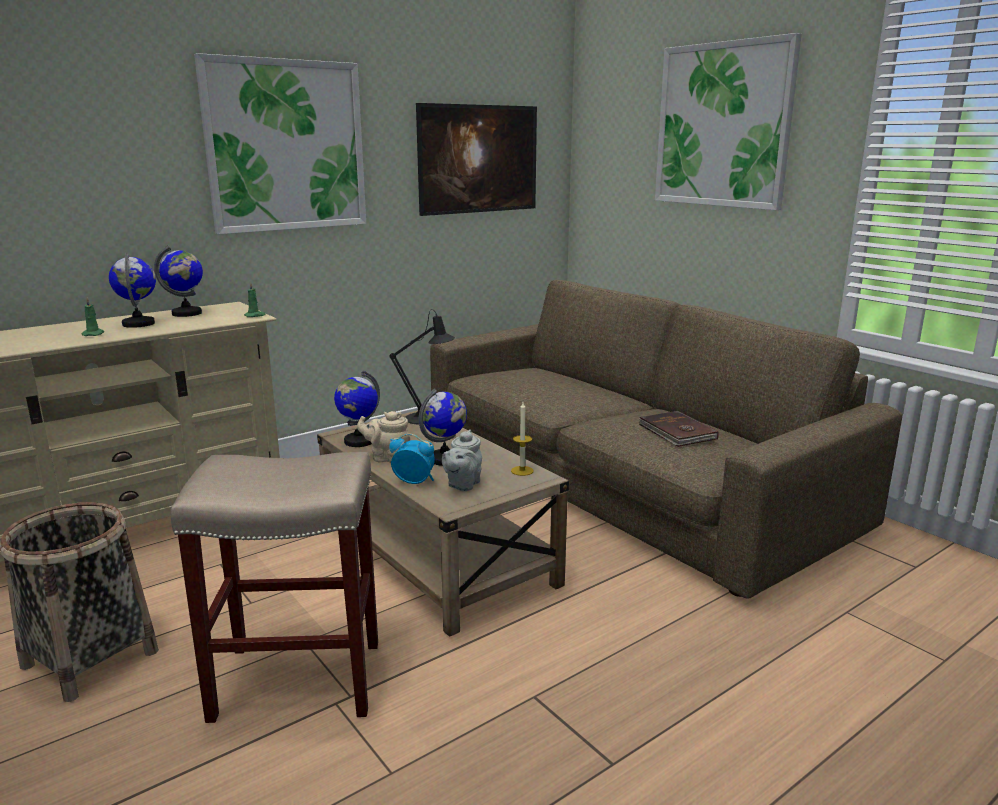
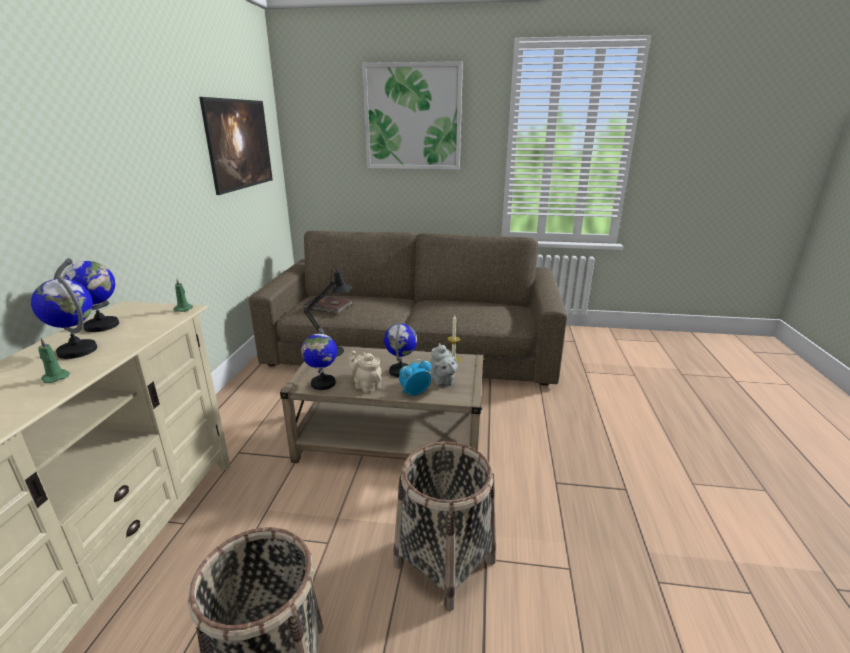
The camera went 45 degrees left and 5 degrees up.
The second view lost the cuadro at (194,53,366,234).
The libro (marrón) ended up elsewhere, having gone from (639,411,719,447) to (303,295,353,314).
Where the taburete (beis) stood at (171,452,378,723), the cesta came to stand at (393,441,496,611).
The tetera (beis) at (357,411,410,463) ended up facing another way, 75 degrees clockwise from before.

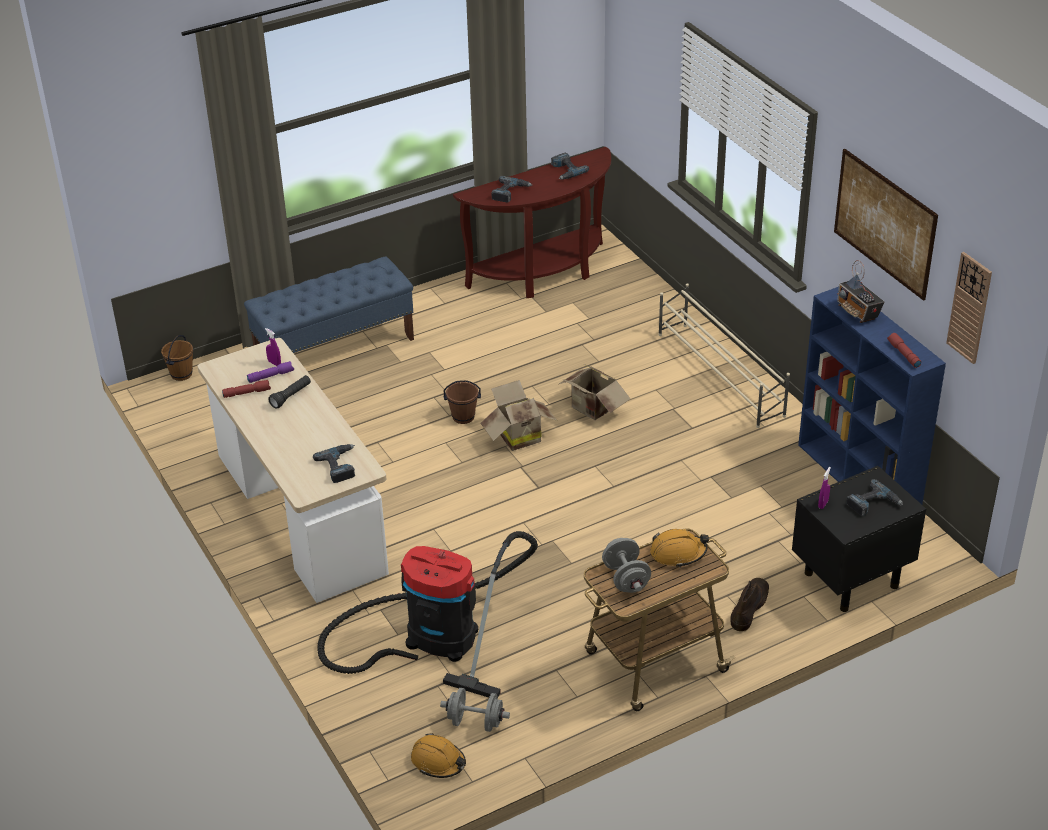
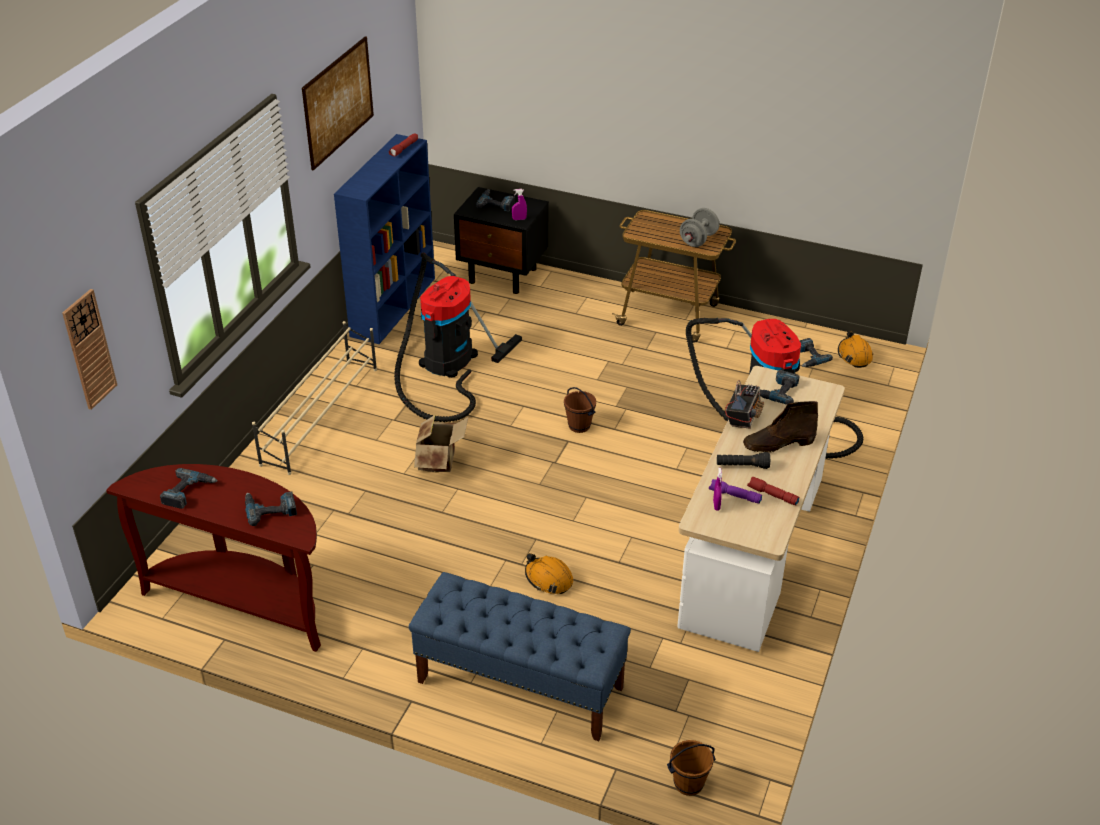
The camera went 130 degrees left and 0 degrees up.
The second view lost the caja de cartón at (481,380,557,451).
The second view gained the aspiradora at (394,252,522,422).
The cubo (marrón) ended up elsewhere, having gone from (443,380,481,424) to (564,387,596,433).
The casco (naranja) ended up elsewhere, having gone from (650,529,709,568) to (525,553,573,594).
The bota (marrón) ended up elsewhere, having gone from (730,578,769,631) to (743,401,818,453).
The radio ended up elsewhere, having gone from (837,260,885,323) to (725,380,764,429).
The reloj de pared ended up elsewhere, having gone from (946,252,992,364) to (62,289,117,410).
Where the mancuerna (gris) stood at (440,688,510,732), the taladro came to stand at (800,338,833,367).

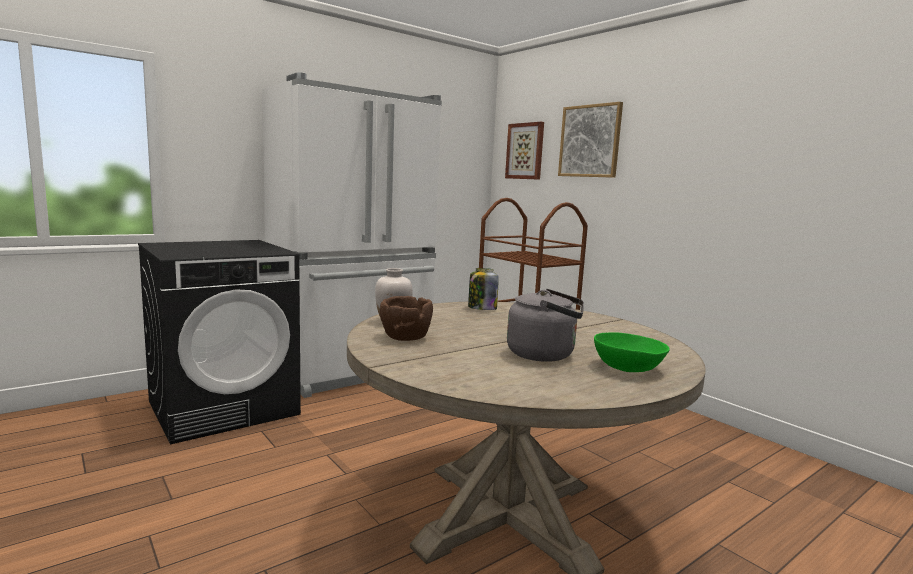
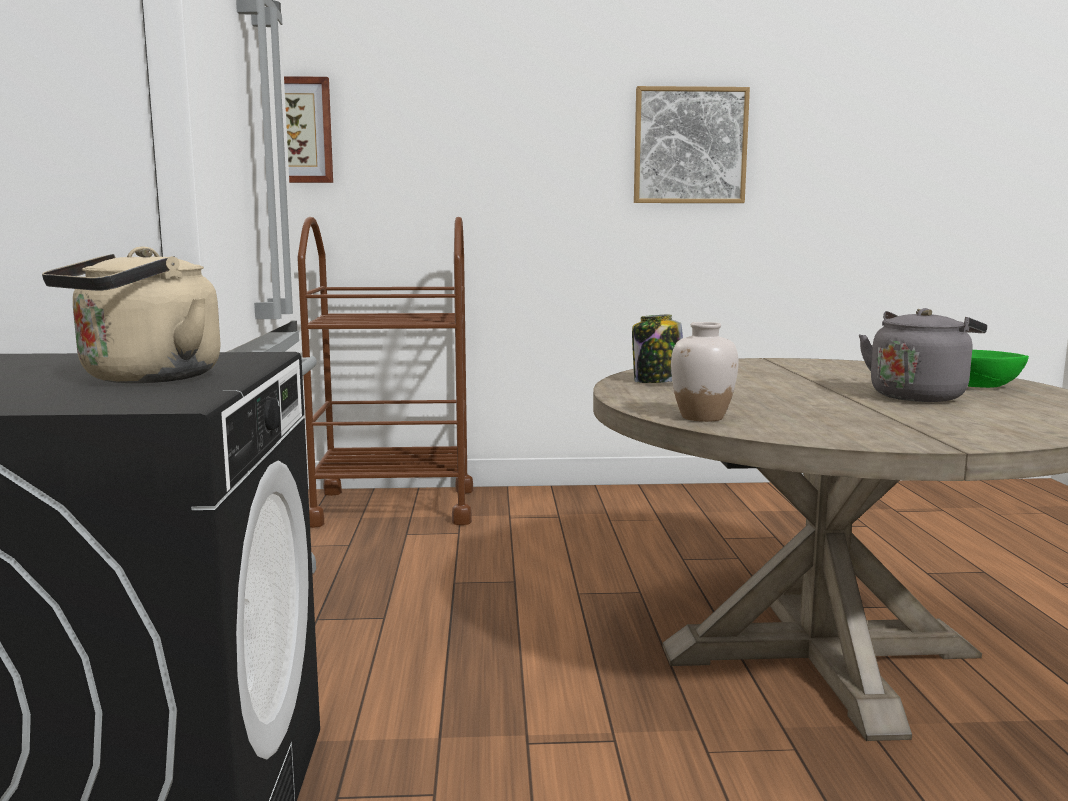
The camera went 55 degrees left and 0 degrees up.
The second view lost the cuenco (marrón) at (380,296,433,341).
The second view gained the hervidor (beis) at (42,246,221,383).
The cuadro ended up elsewhere, having gone from (558,102,623,178) to (634,86,750,203).

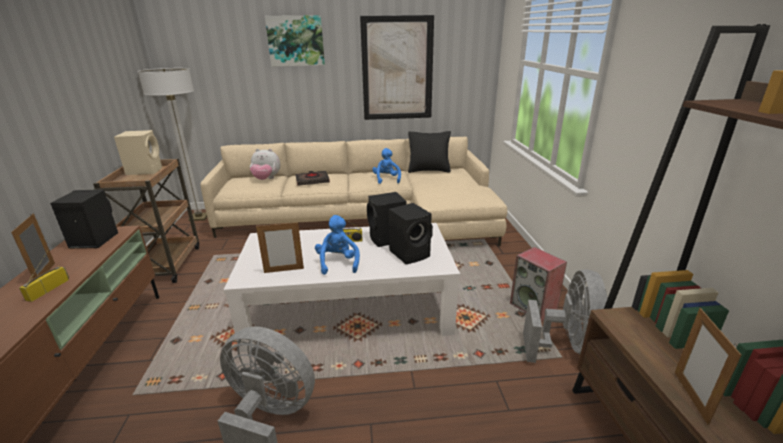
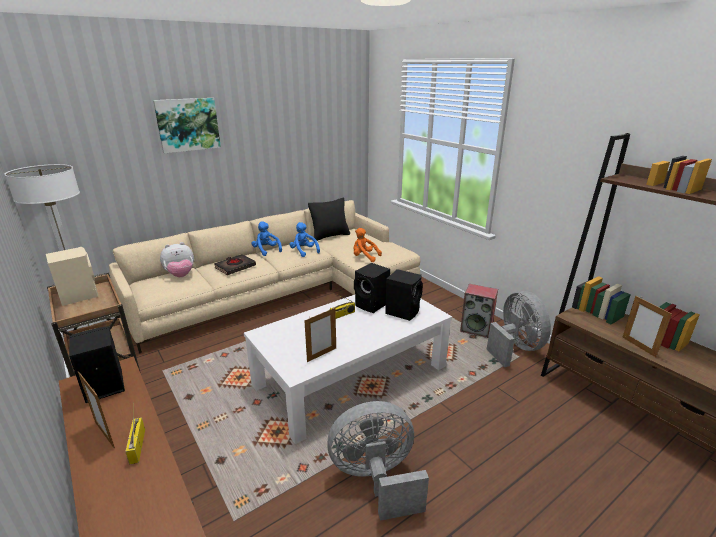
The camera went 30 degrees left and 0 degrees up.
The second view lost the cuadro at (360,15,434,120).
The second view gained the peluche (naranja) at (354,228,382,262).
The peluche (azul) ended up elsewhere, having gone from (315,215,360,275) to (252,221,282,256).

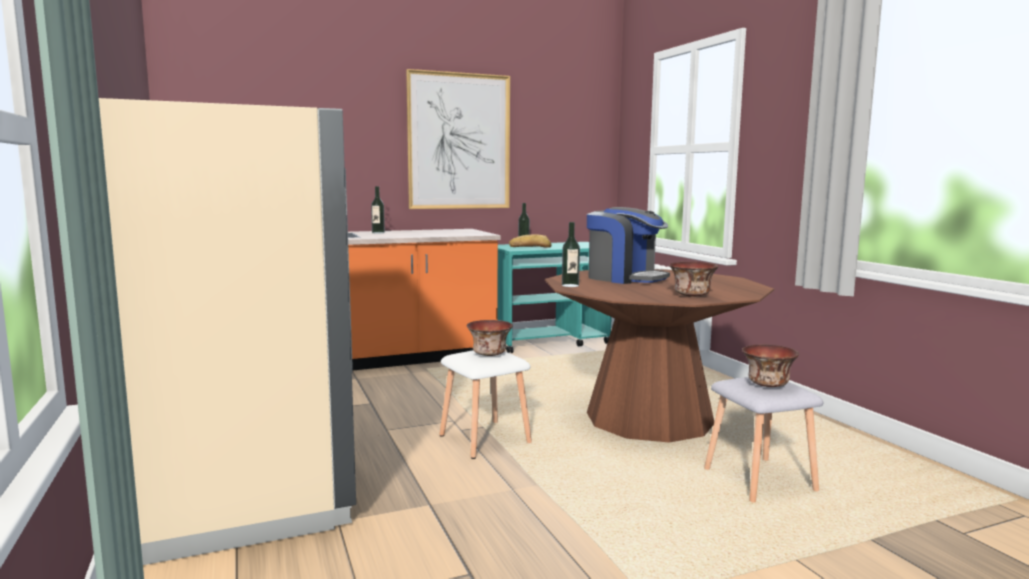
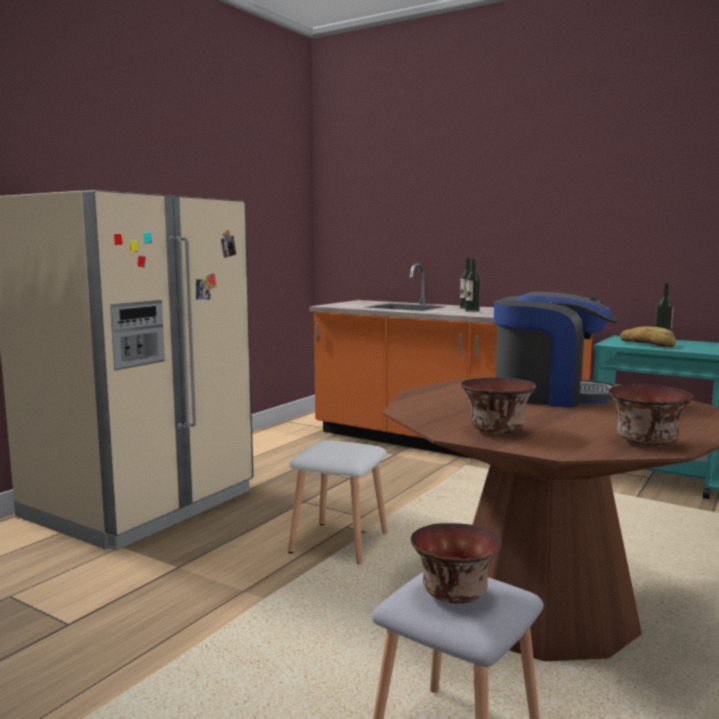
The camera went 55 degrees right and 0 degrees up.
The second view lost the cuadro at (406,69,510,209).
The cuenco ended up elsewhere, having gone from (466,320,513,356) to (608,384,693,446).
The botella ended up elsewhere, having gone from (562,222,580,287) to (465,258,481,312).
The cafetera at (587,207,670,284) ended up facing another way, 75 degrees counterclockwise from before.

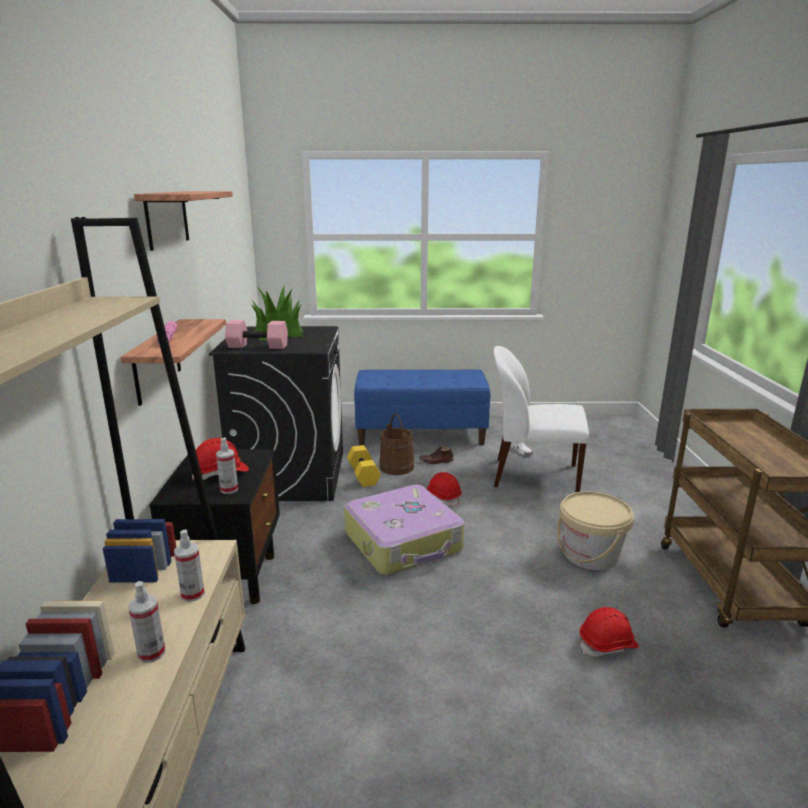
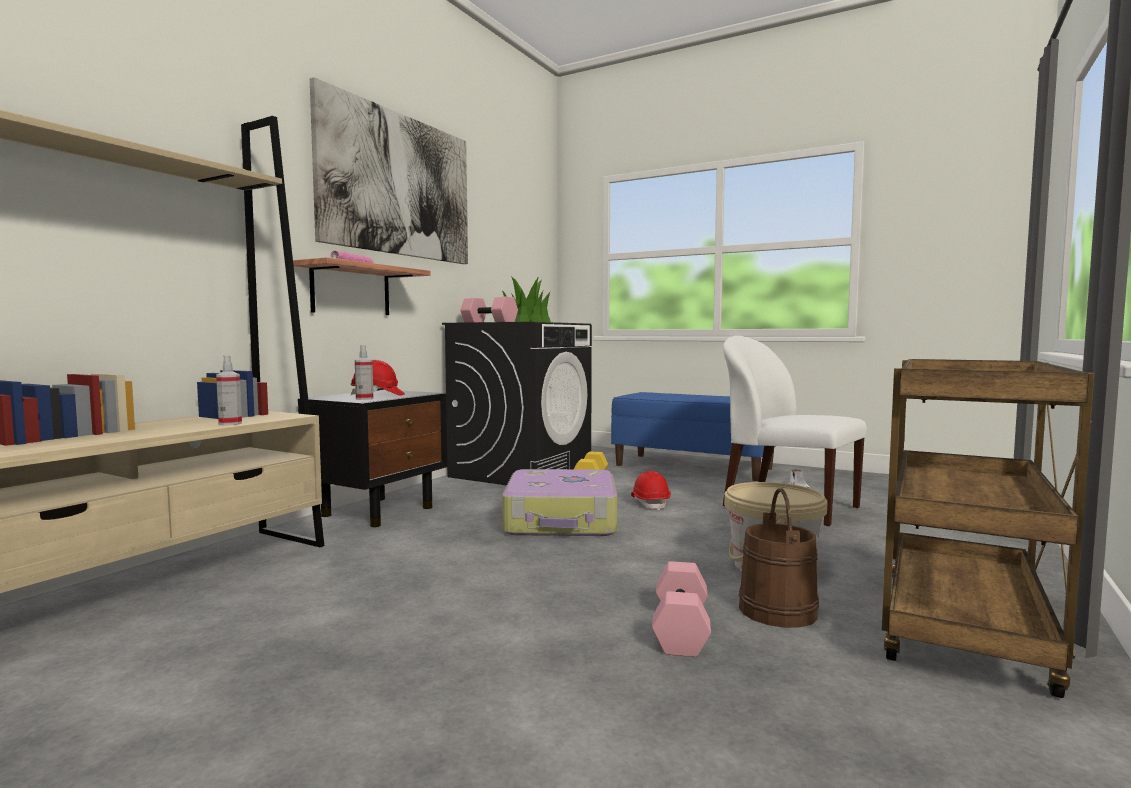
The camera went 30 degrees right and 15 degrees down.
The second view lost the pulverizador at (128,581,165,663).
The second view lost the zapato (marrón) at (419,447,454,464).
The cubo (marrón) ended up elsewhere, having gone from (379,414,414,475) to (739,488,819,628).
Where the estante hung at (134,191,233,251), the cuadro came to hang at (310,77,468,264).
Where the casco (rojo) stood at (580,607,639,657), the mancuerna (rosa) came to stand at (652,561,711,657).

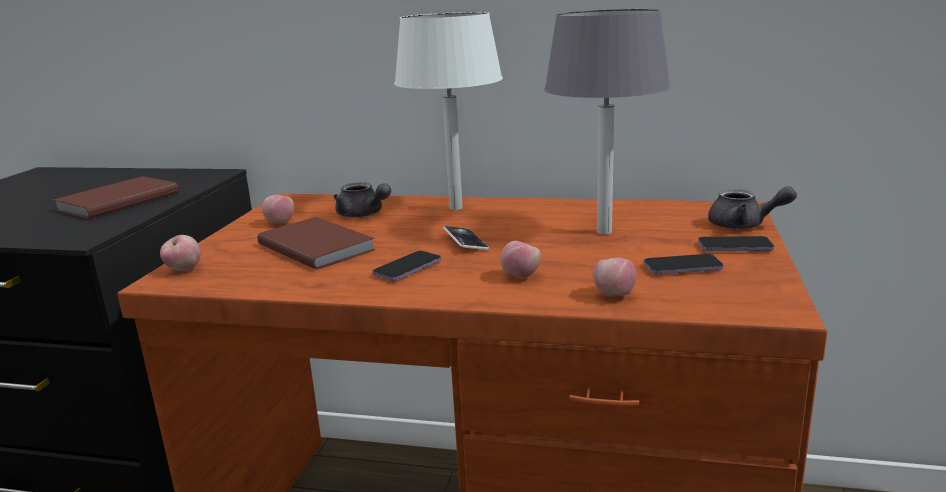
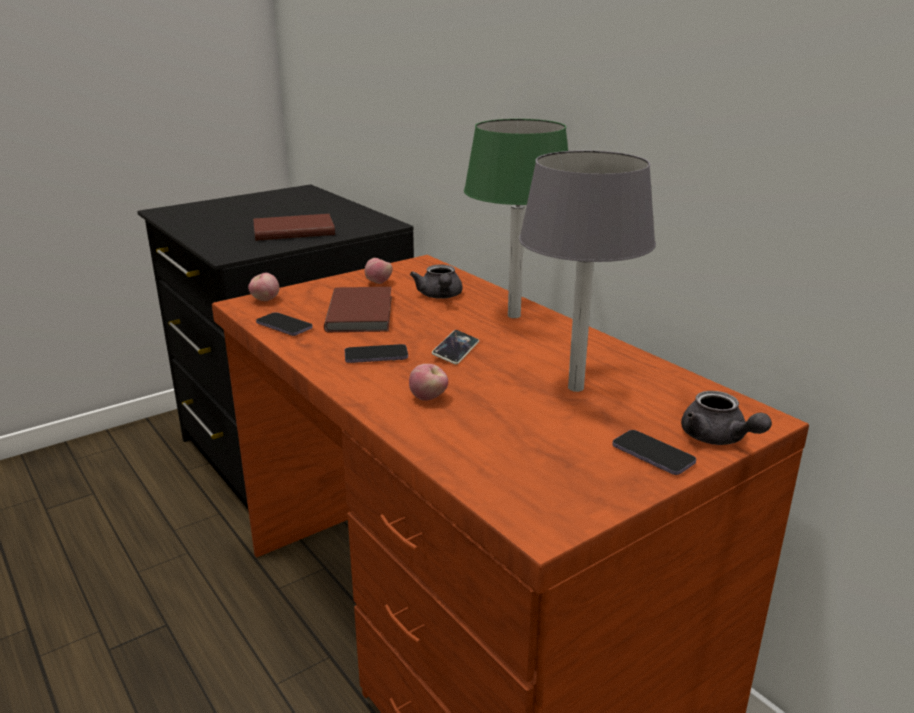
The camera went 40 degrees right and 5 degrees up.
The second view lost the manzana at (593,257,636,297).
The móvil ended up elsewhere, having gone from (644,254,723,274) to (256,312,313,336).
What was the lámpara de mesa (blanco) at (394,12,503,210) turned into the lámpara de mesa (verde) at (464,119,568,318).

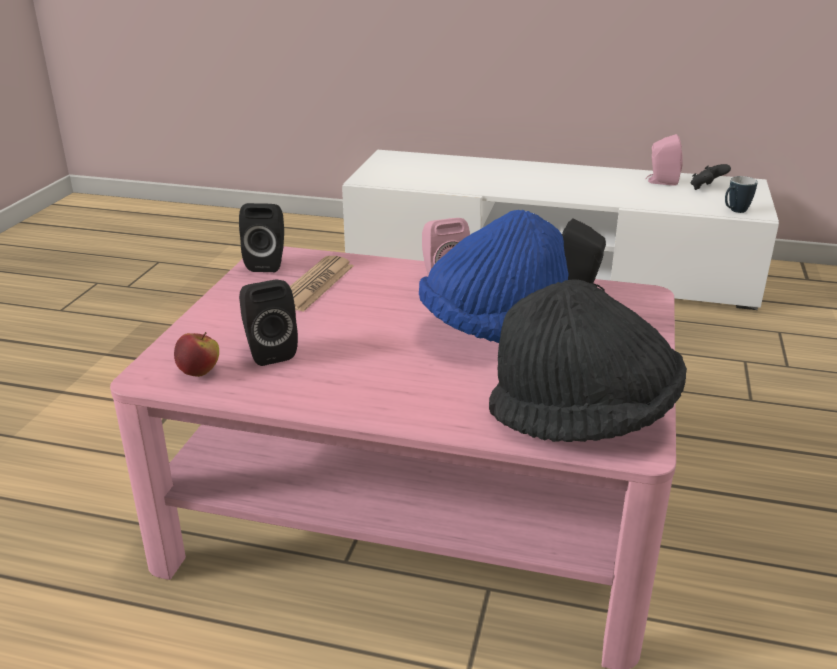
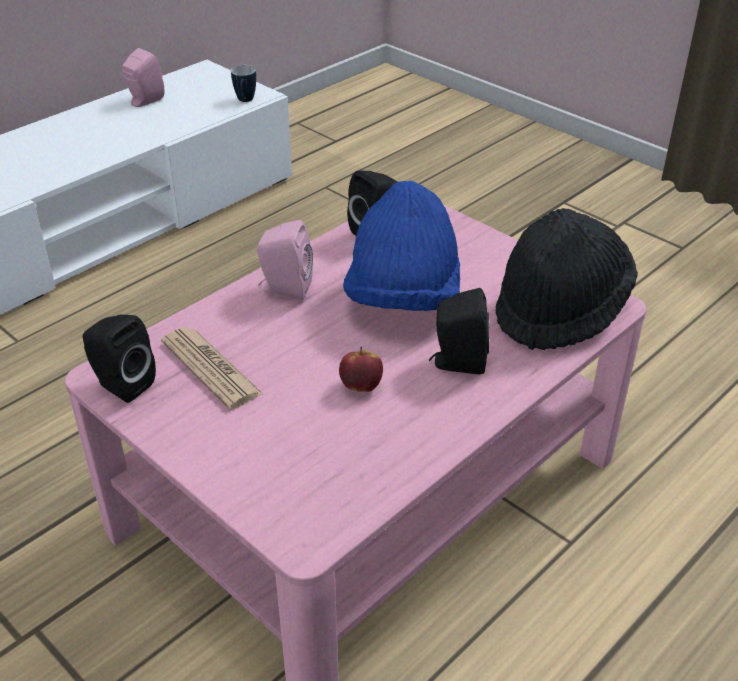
The camera went 60 degrees left and 10 degrees up.
The second view lost the mando de consola (negro) at (691,164,731,190).
The manzana ended up elsewhere, having gone from (174,332,219,377) to (339,347,383,392).
The altavoz (negro) ended up elsewhere, having gone from (239,279,298,366) to (429,288,489,374).

